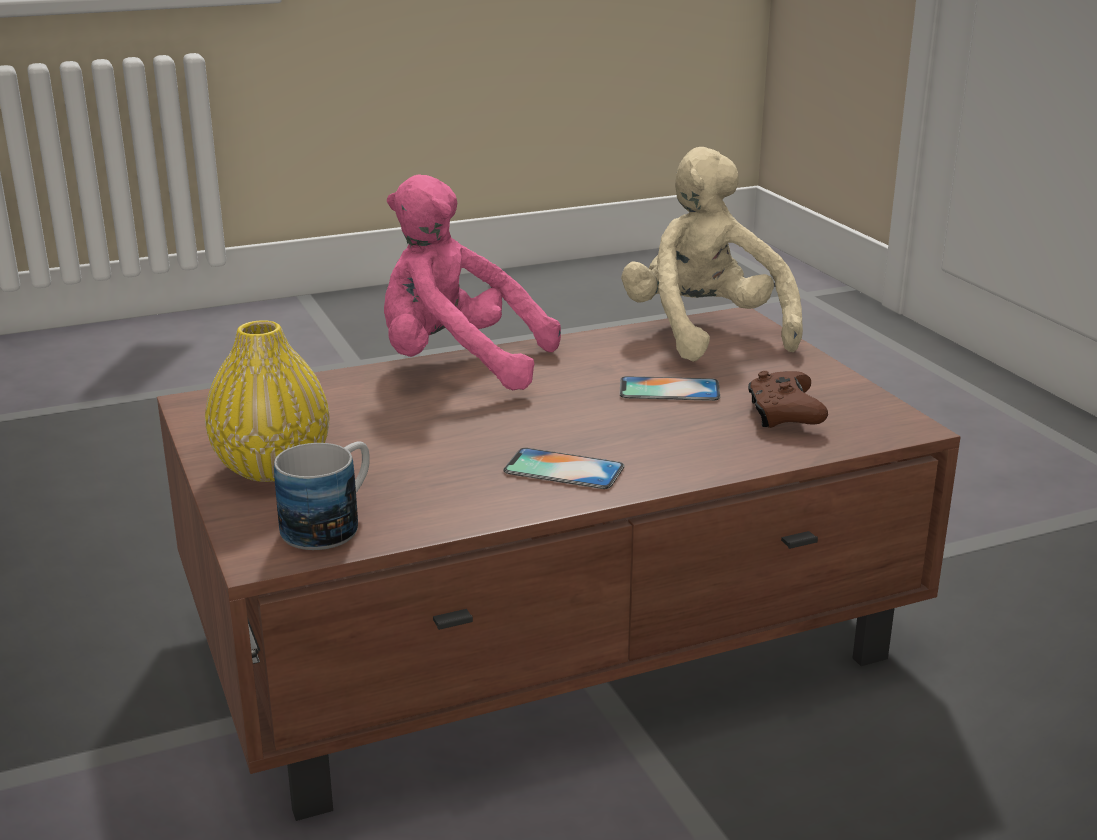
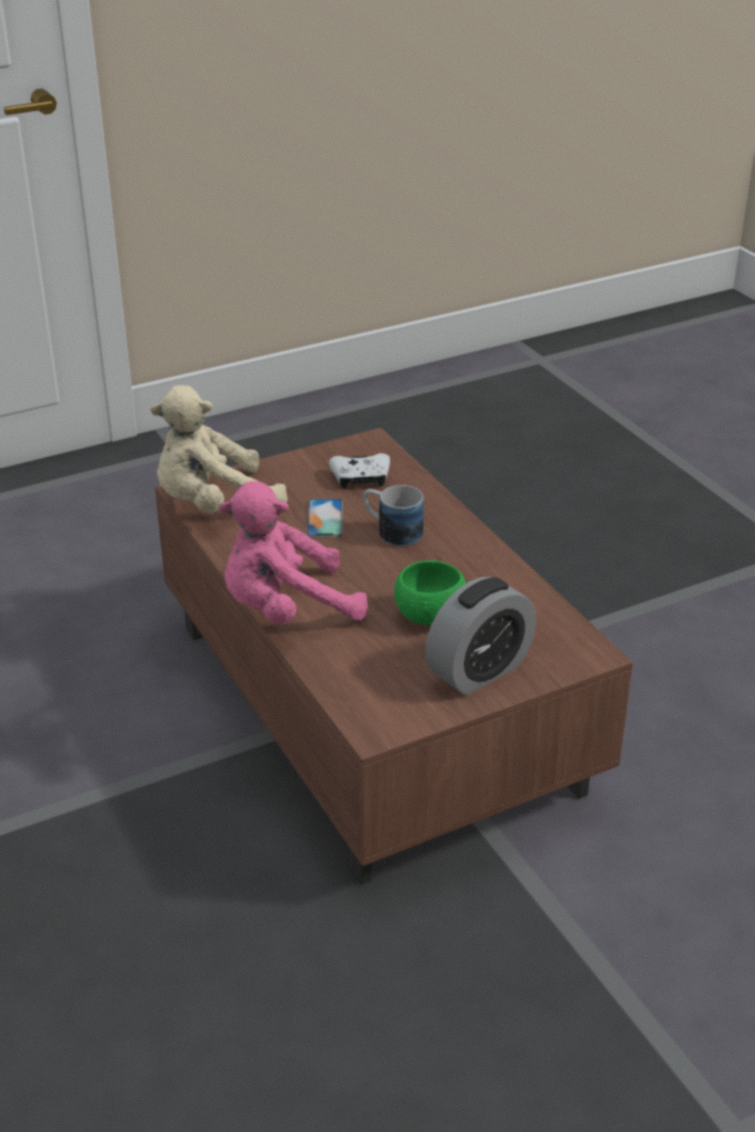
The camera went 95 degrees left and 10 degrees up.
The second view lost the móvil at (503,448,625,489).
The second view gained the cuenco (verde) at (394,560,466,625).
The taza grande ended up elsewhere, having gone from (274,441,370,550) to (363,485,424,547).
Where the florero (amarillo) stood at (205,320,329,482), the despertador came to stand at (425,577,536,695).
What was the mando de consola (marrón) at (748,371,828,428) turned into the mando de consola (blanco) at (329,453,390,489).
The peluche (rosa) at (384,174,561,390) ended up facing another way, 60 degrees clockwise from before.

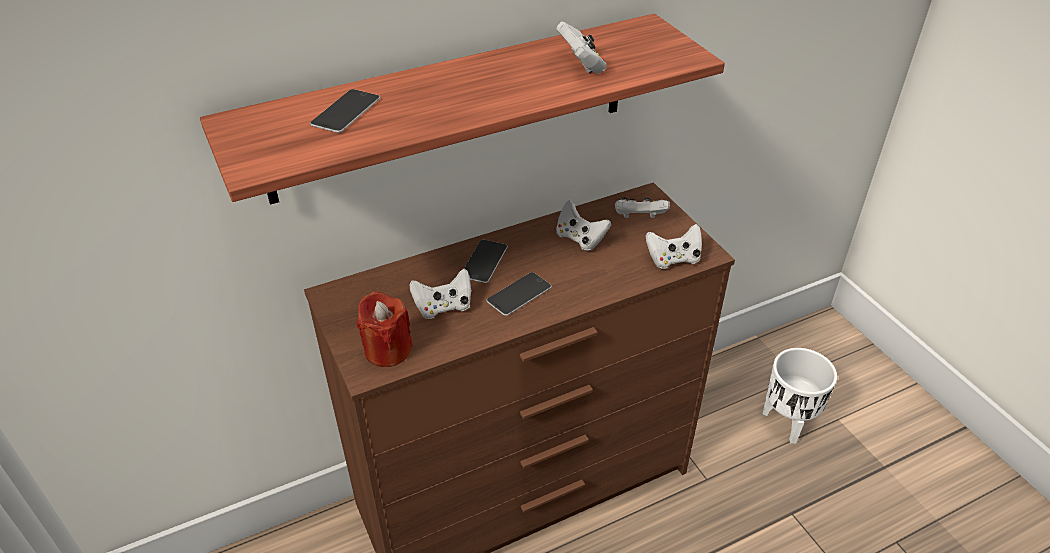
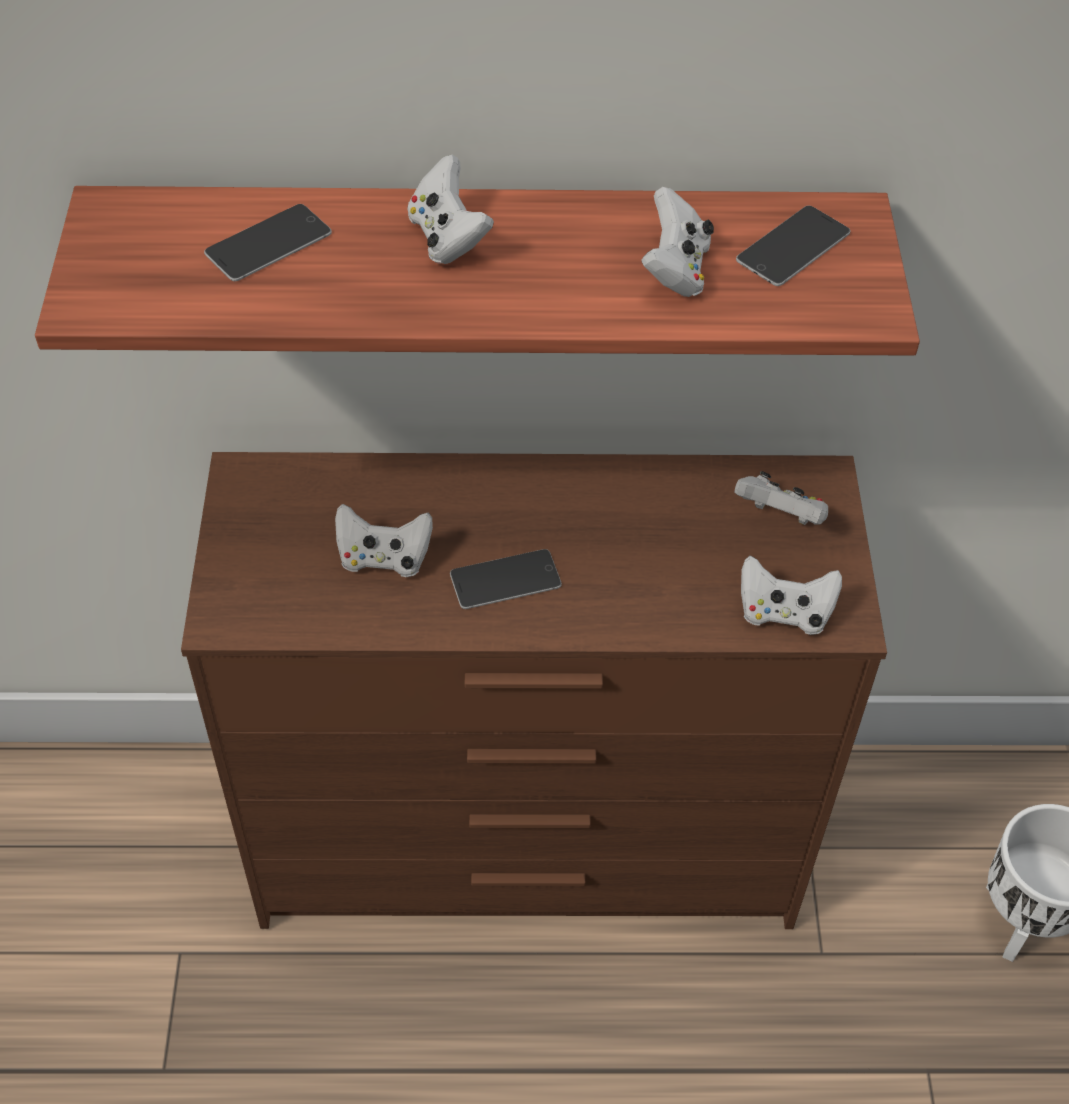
The camera went 25 degrees right and 10 degrees up.
The second view lost the vela (rojo) at (357,291,413,367).
The móvil ended up elsewhere, having gone from (464,240,508,283) to (736,206,851,286).
The mando de consola (blanco) ended up elsewhere, having gone from (556,200,611,251) to (407,155,494,264).

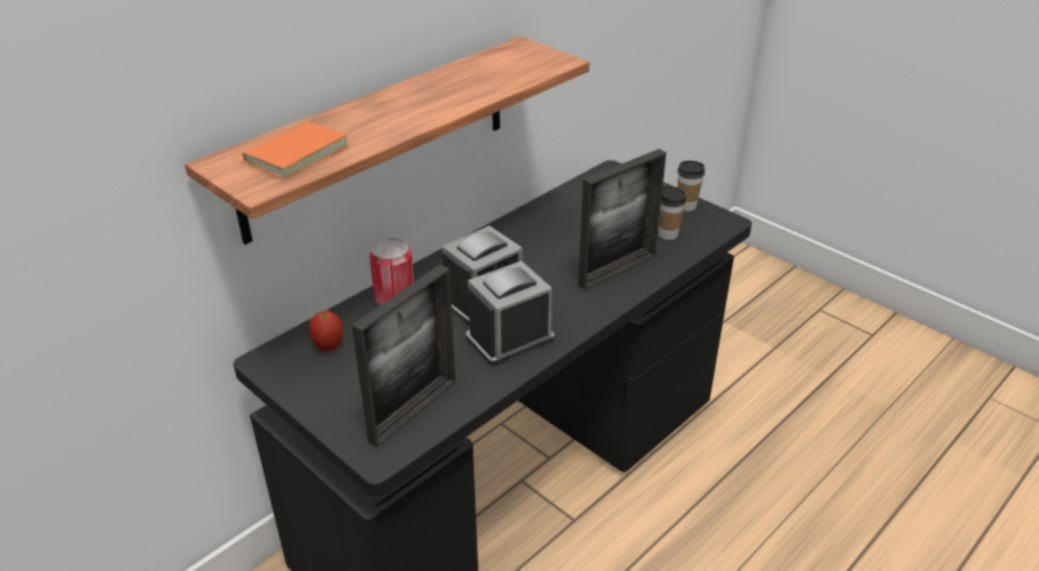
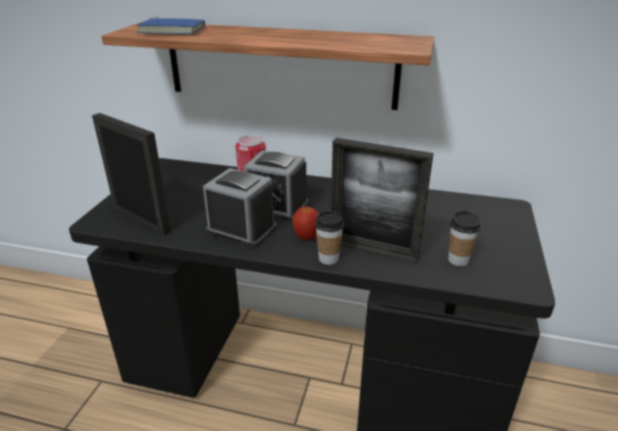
The camera went 60 degrees right and 5 degrees down.
The manzana ended up elsewhere, having gone from (309,311,343,352) to (292,207,318,240).
The taza ended up elsewhere, having gone from (677,161,705,211) to (315,211,344,265).
What was the libro (naranja) at (231,121,349,179) turned into the libro (azul) at (137,17,205,35).
The portarretratos at (352,264,456,447) ended up facing another way, 150 degrees counterclockwise from before.

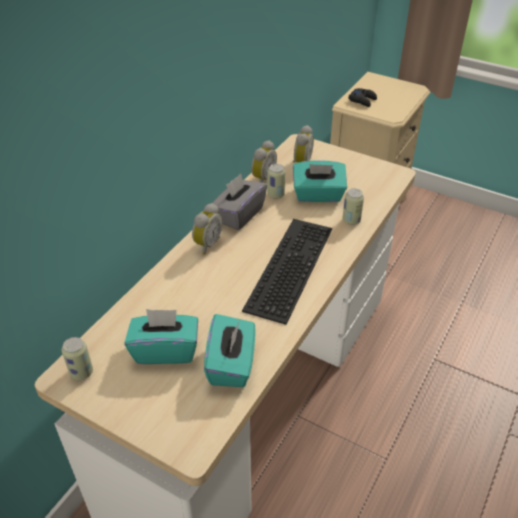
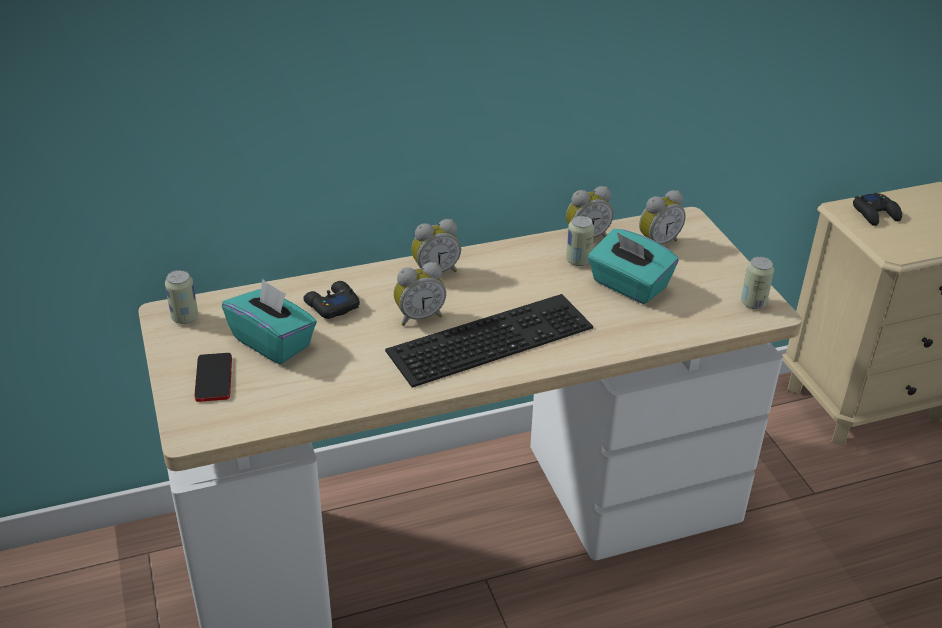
The camera went 40 degrees right and 5 degrees down.
The second view lost the caja de pañuelos (turquesa) at (204,314,256,387).
The second view lost the caja de pañuelos (gris) at (213,174,267,230).
The second view gained the móvil at (194,353,232,402).
The second view gained the mando de consola (negro) at (303,281,360,319).
The second view gained the despertador at (394,262,446,326).
The lata ended up elsewhere, having gone from (343,188,364,225) to (741,256,774,309).

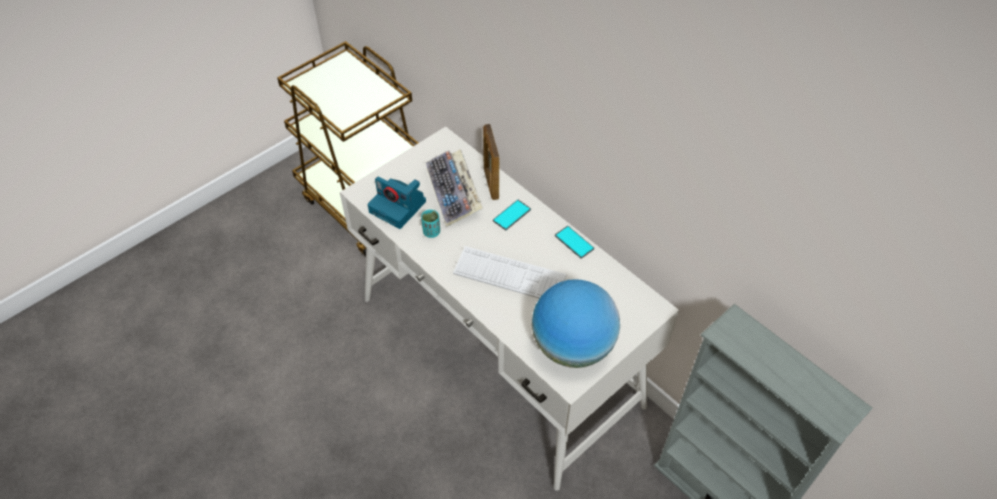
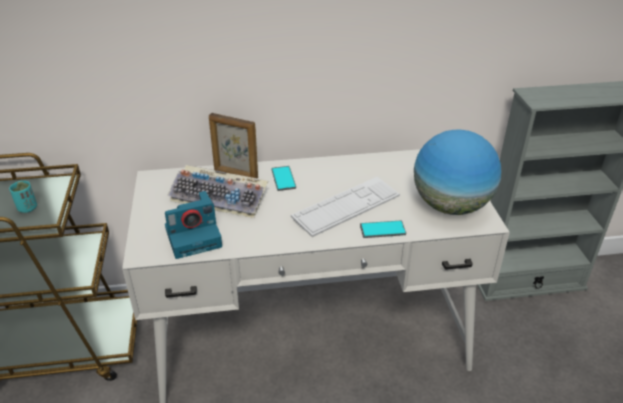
The camera went 55 degrees left and 15 degrees down.
The taza (turquesa) ended up elsewhere, having gone from (421,209,440,238) to (9,181,37,213).
The móvil ended up elsewhere, having gone from (555,226,594,259) to (360,220,406,238).

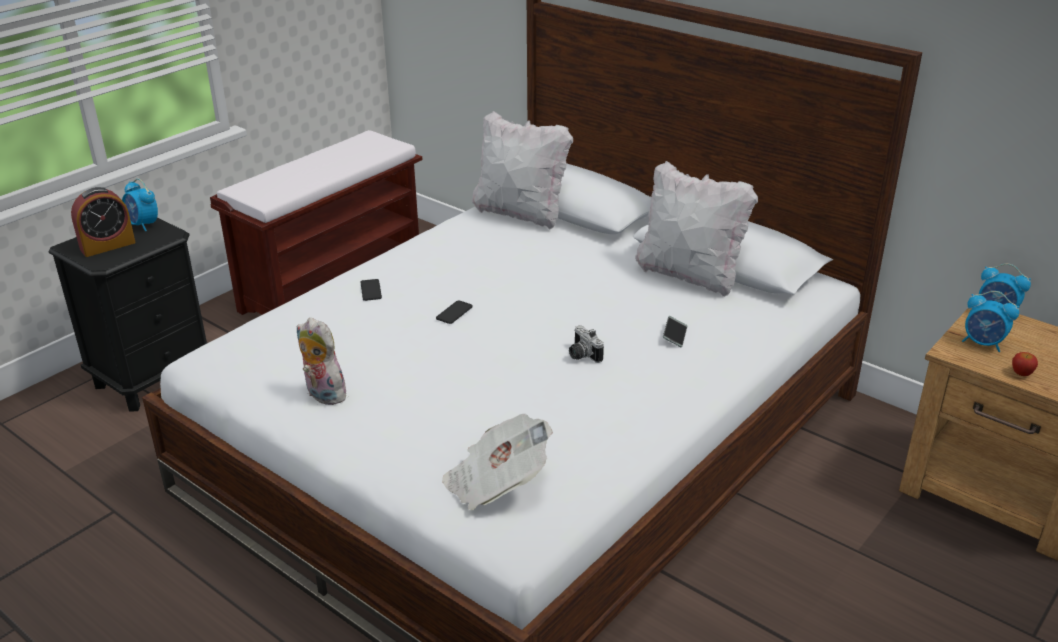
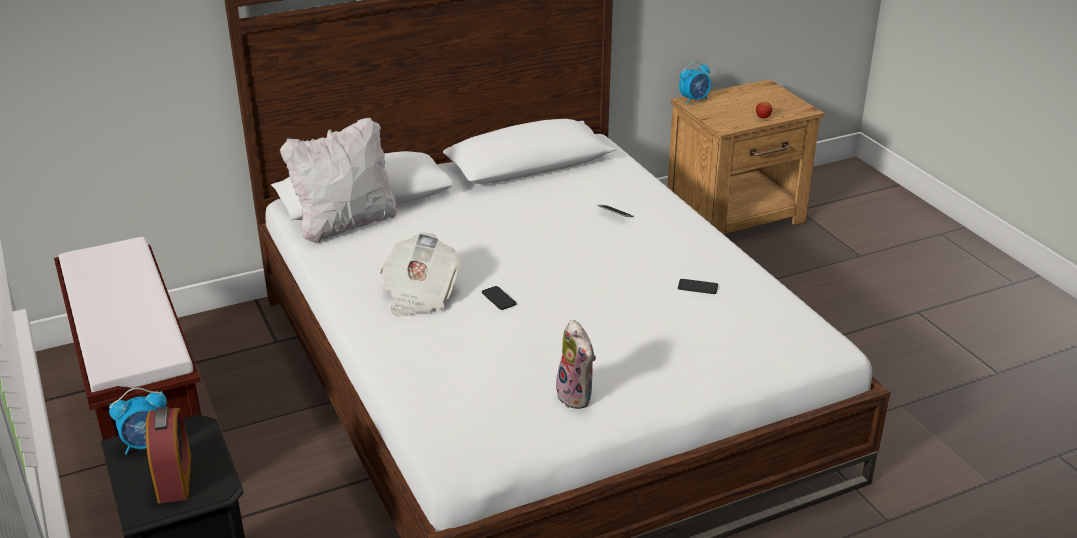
The camera went 65 degrees left and 0 degrees up.
The second view lost the cámara at (569,325,604,363).
The second view lost the cojín (blanco) at (635,161,758,297).
The second view lost the despertador at (962,291,1019,352).
The móvil ended up elsewhere, having gone from (361,279,382,301) to (678,279,718,294).
The periódico ended up elsewhere, having gone from (442,414,553,511) to (380,233,461,316).
The peluche at (297,318,350,405) ended up facing another way, 90 degrees counterclockwise from before.

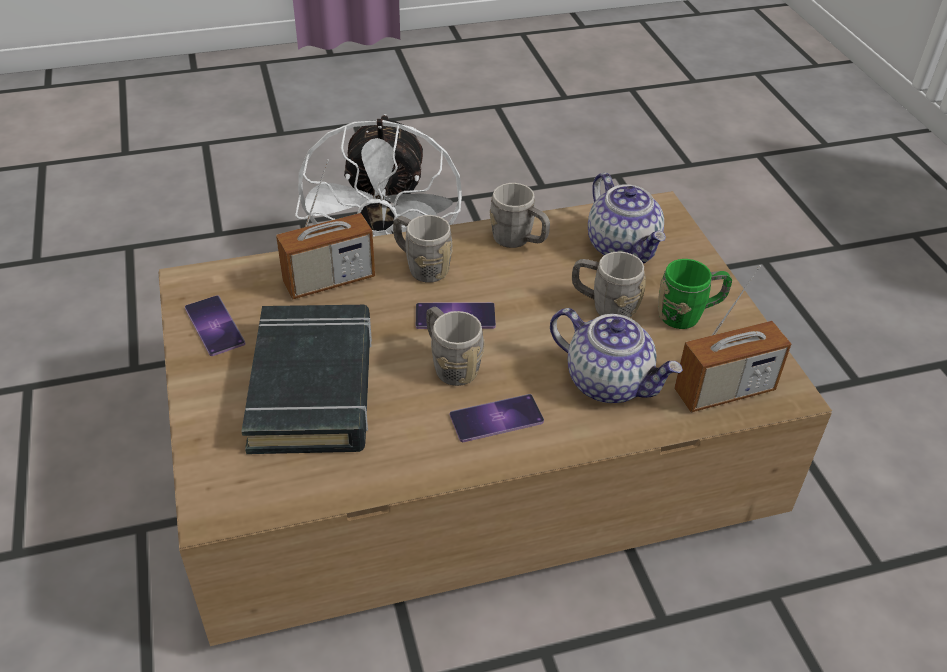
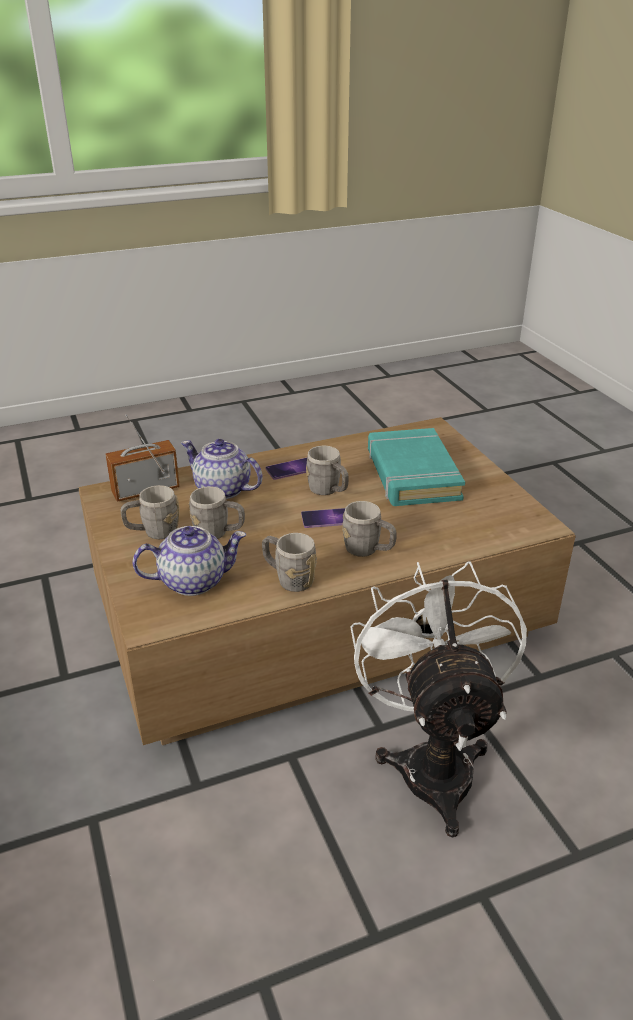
The camera went 175 degrees right and 10 degrees down.
The second view lost the móvil at (185,295,245,356).
The second view lost the radio at (276,159,375,299).
What was the libro (negro) at (241,305,372,454) turned into the libro (turquesa) at (368,428,465,506).
What was the taza grande (verde) at (658,259,732,329) turned into the taza grande (gris) at (121,485,179,539).
The tetera at (588,173,666,263) ended up facing another way, 105 degrees clockwise from before.

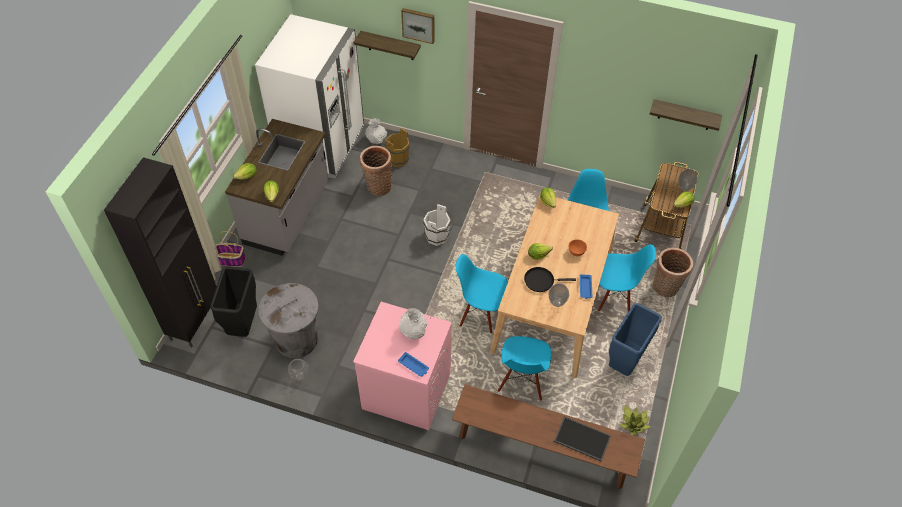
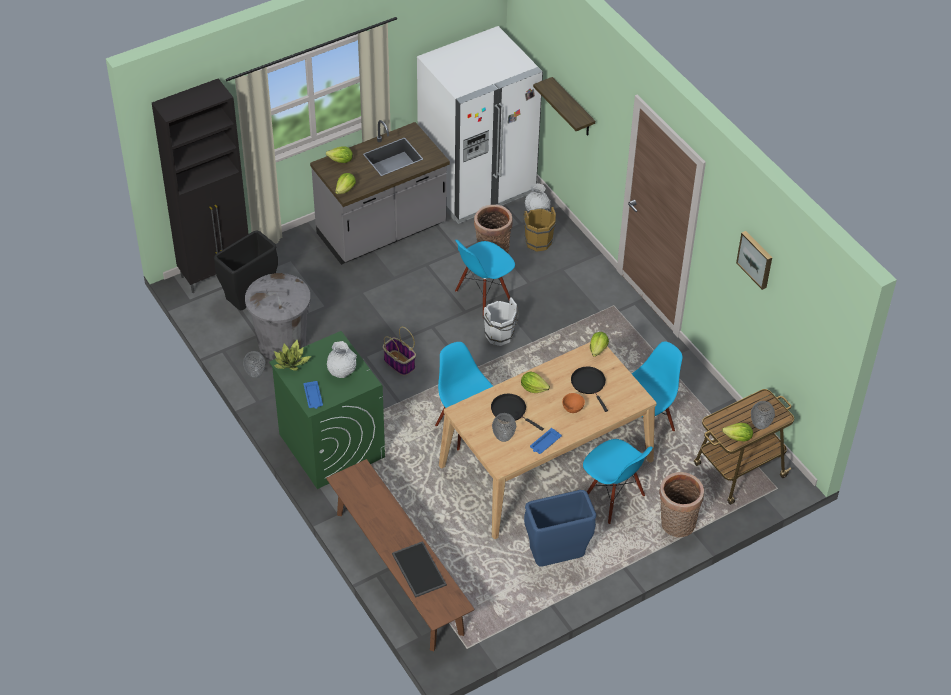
The camera went 40 degrees right and 5 degrees down.
The second view lost the estante at (649,99,722,131).
The second view gained the sartén (negro) at (571,367,608,412).
The cesta ended up elsewhere, having gone from (215,231,246,267) to (383,327,416,375).
The cuadro ended up elsewhere, having gone from (401,8,434,44) to (736,231,772,290).
The silla (azul) ended up elsewhere, having gone from (498,336,552,400) to (455,240,515,319).
The planta en maceta ended up elsewhere, having gone from (620,405,651,436) to (274,340,311,371).
What was the lavadora (rosa) at (353,302,452,430) turned into the lavadora (verde) at (269,331,385,489).

